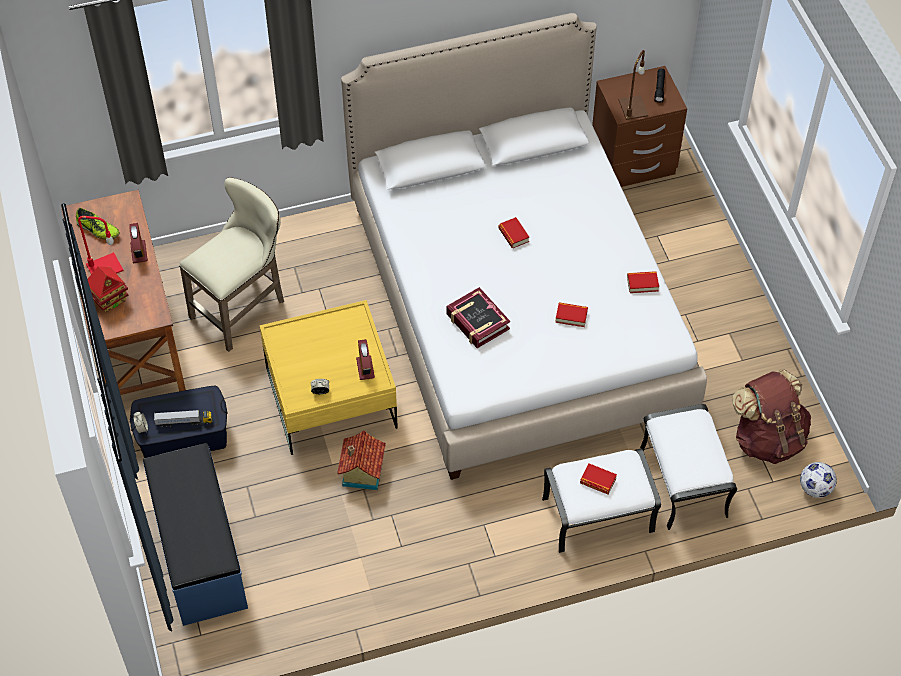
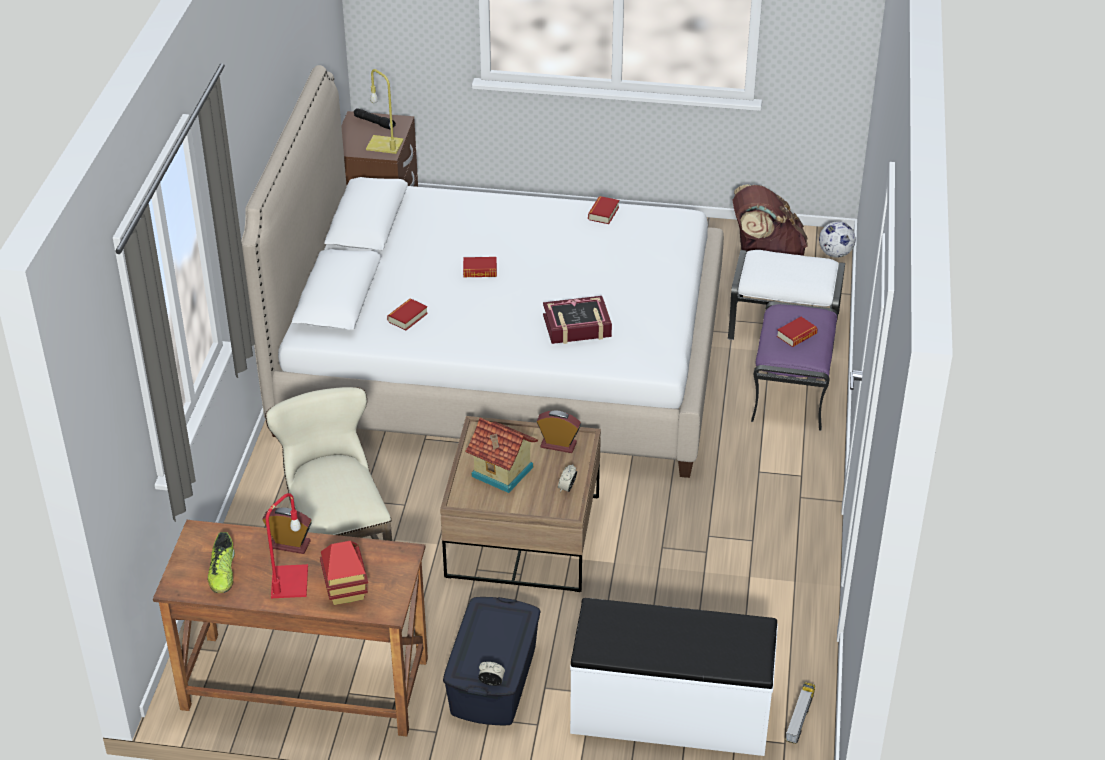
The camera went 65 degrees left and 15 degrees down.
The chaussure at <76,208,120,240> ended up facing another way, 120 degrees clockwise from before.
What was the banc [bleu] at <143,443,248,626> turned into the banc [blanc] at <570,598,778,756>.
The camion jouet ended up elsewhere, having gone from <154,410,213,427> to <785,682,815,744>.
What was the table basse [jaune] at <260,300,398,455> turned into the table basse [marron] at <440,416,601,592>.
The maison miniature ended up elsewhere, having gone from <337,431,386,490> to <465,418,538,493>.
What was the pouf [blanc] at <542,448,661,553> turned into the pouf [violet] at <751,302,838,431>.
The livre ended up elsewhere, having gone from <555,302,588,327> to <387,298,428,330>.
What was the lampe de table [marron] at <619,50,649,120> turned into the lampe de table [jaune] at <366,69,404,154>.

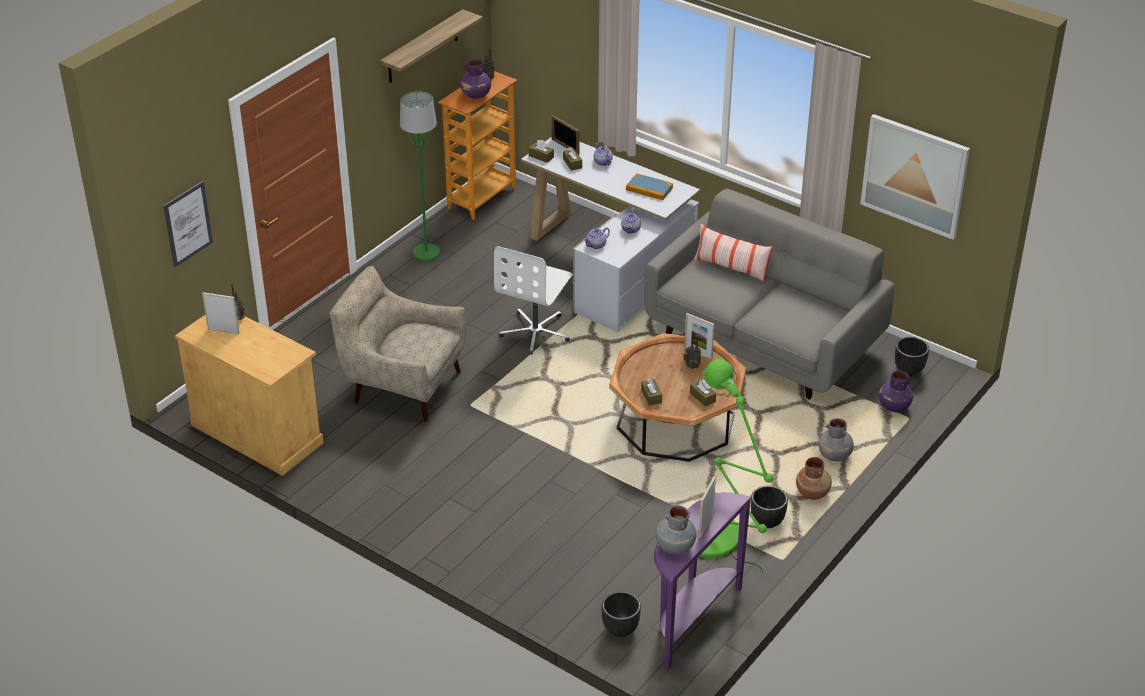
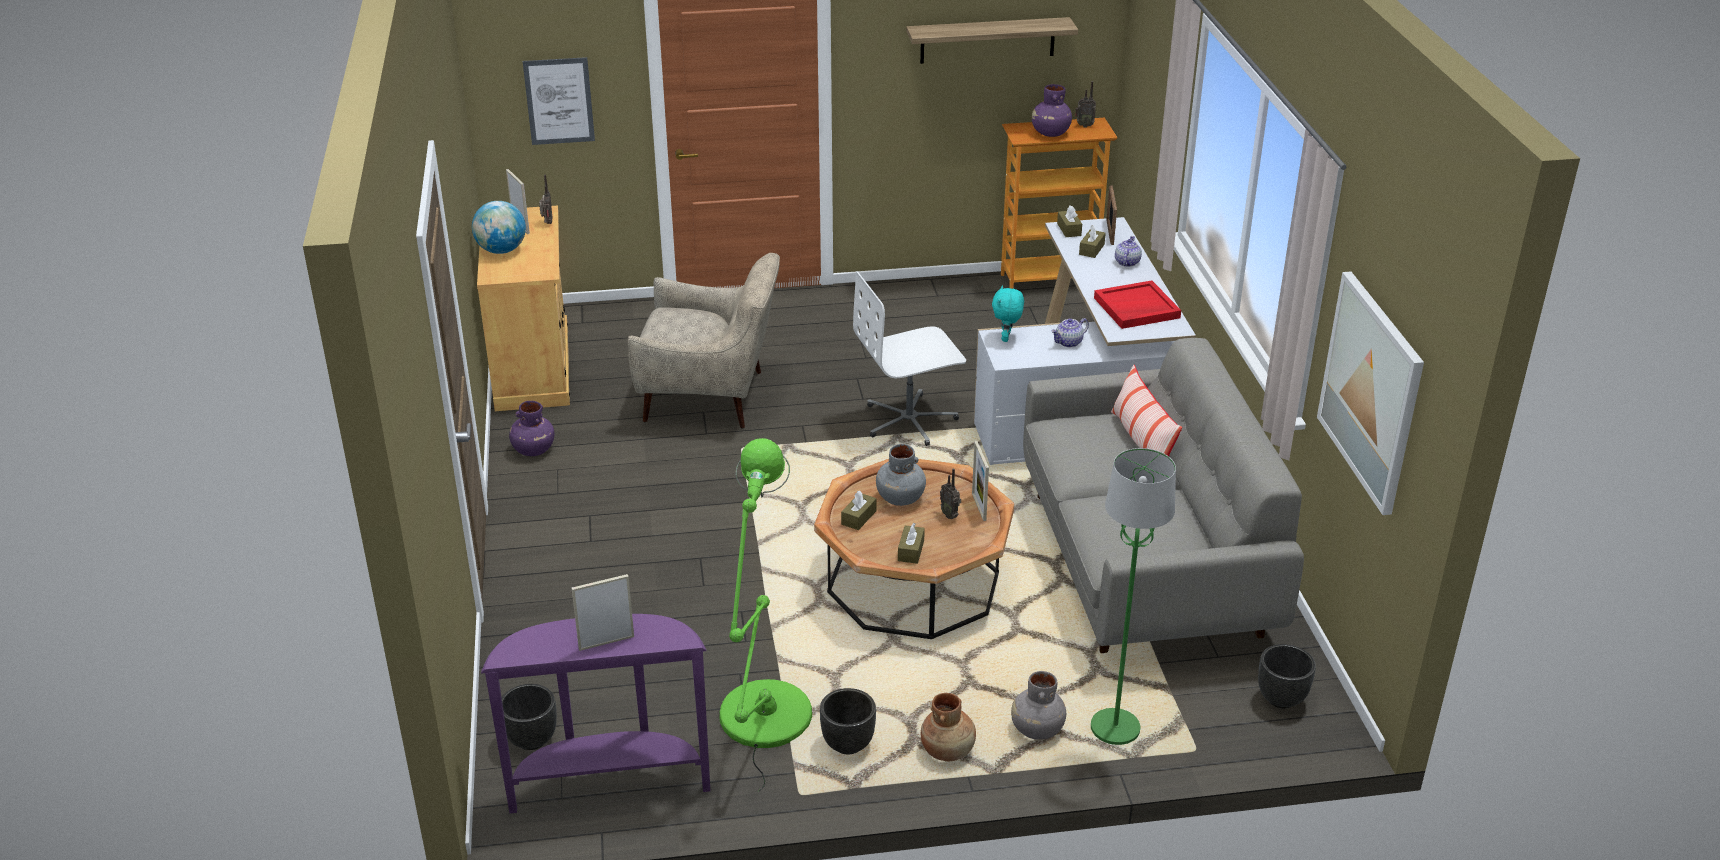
The camera went 45 degrees right and 5 degrees down.
The fauteuil [beige] at <330,266,466,422> ended up facing another way, 120 degrees clockwise from before.
The lampadaire [vert] ended up elsewhere, having gone from <400,91,440,262> to <1091,448,1176,745>.
Where the théière stood at <583,227,610,249>, the peluche [turquoise] came to stand at <992,285,1024,342>.
Where the livre stood at <626,173,673,200>, the plateau [rouge] came to stand at <1094,280,1181,329>.
The vase [gris] ended up elsewhere, having gone from <656,505,697,554> to <876,444,926,506>.
The vase [violet] ended up elsewhere, having gone from <879,371,913,412> to <509,401,554,456>.
The second view gained the globe at <472,201,526,254>.

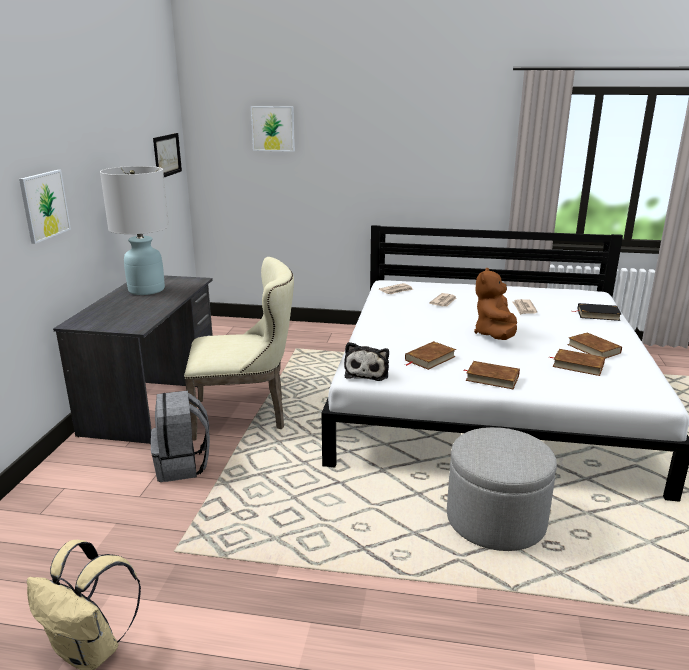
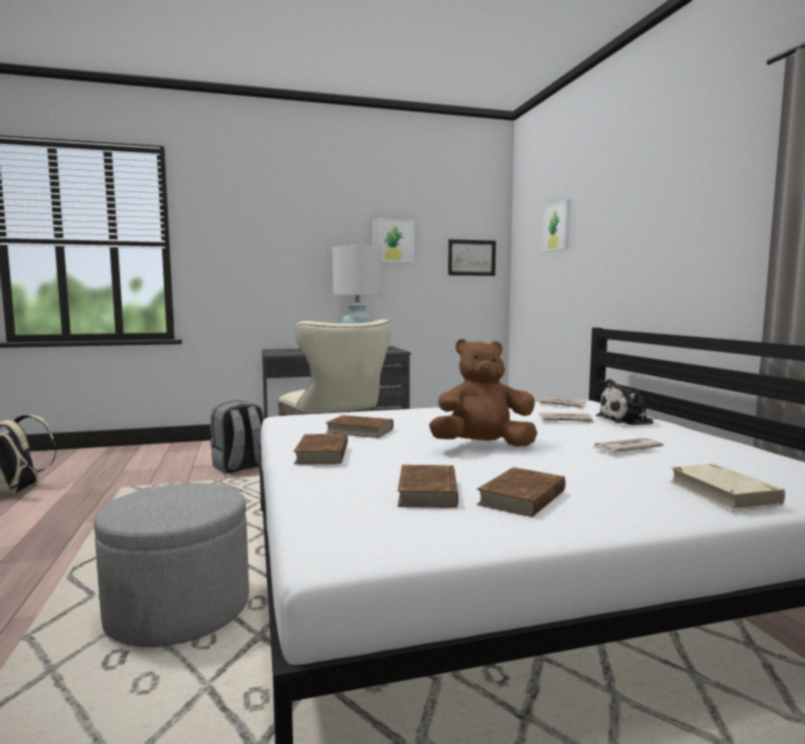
The camera went 65 degrees right and 15 degrees down.
The tableau ended up elsewhere, having gone from <19,170,71,244> to <373,218,414,262>.
The peluche ended up elsewhere, having gone from <344,342,389,381> to <596,379,656,425>.
What was the livre [noir] at <572,303,621,321> turned into the livre [beige] at <670,464,785,511>.

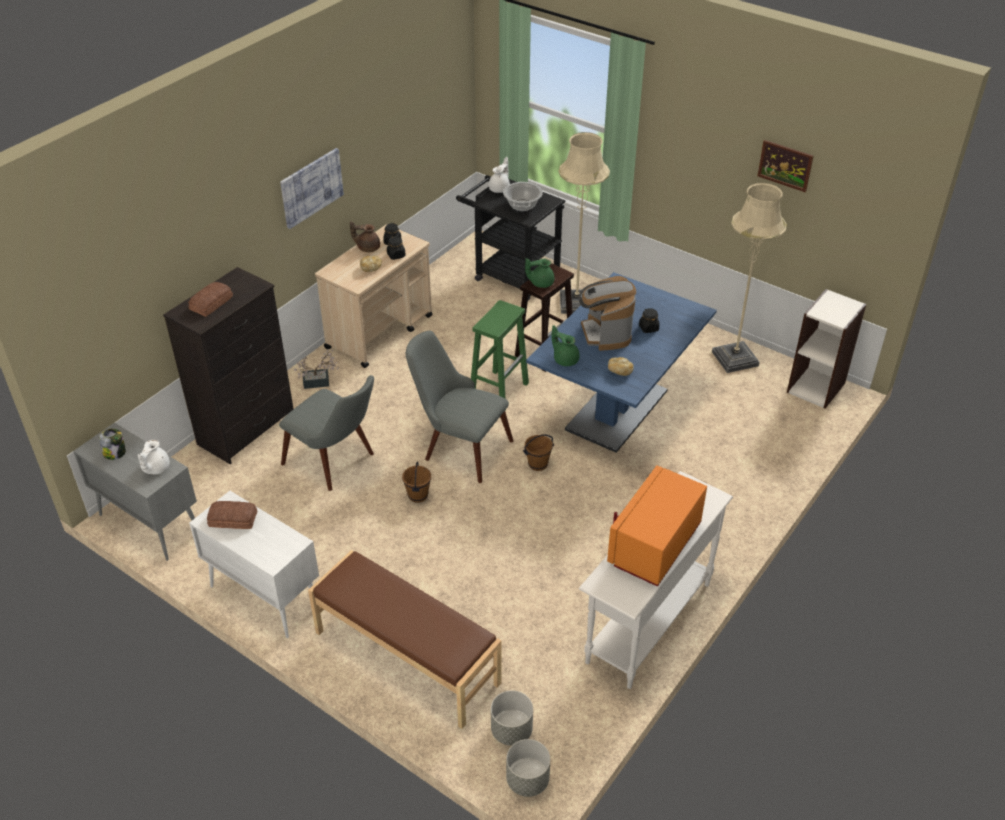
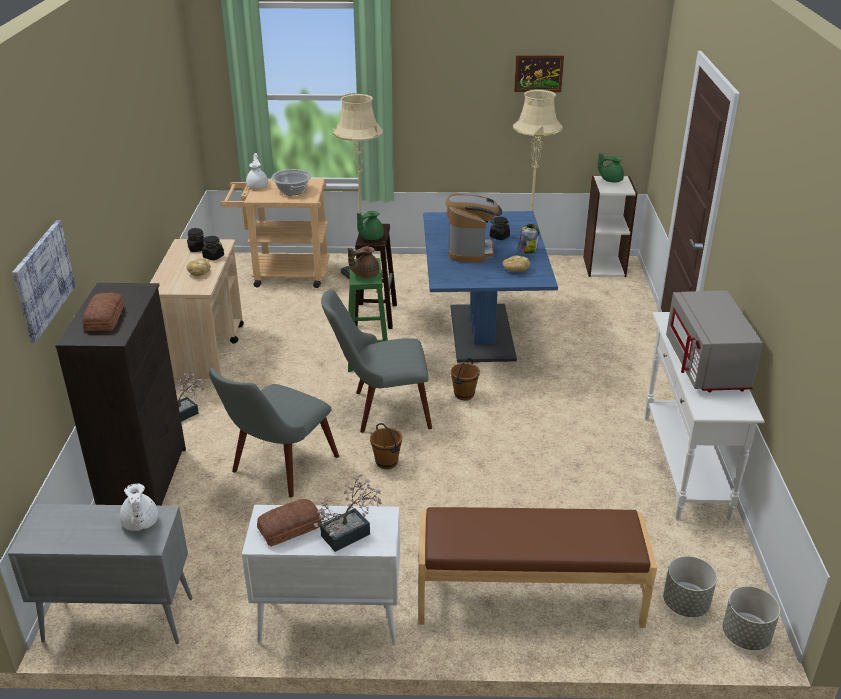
The camera went 35 degrees left and 10 degrees down.
The bocal ended up elsewhere, having gone from <99,429,126,460> to <519,224,539,254>.
The chaise [gris] at <279,375,374,491> ended up facing another way, 120 degrees clockwise from before.
The tableau ended up elsewhere, having gone from <280,148,344,229> to <12,221,76,343>.
The théière [marron] ended up elsewhere, having gone from <350,221,380,252> to <348,246,379,278>.
What was the chariot [noir] at <456,175,565,300> turned into the chariot [beige] at <220,179,330,288>.
The théière [vert] ended up elsewhere, having gone from <552,325,580,366> to <598,152,624,183>.
The machine à café at <578,276,636,351> ended up facing another way, 135 degrees counterclockwise from before.
What was the micro-ondes [orange] at <607,465,707,587> turned into the micro-ondes [gris] at <666,291,763,392>.
The second view gained the plante en pot at <314,474,382,552>.

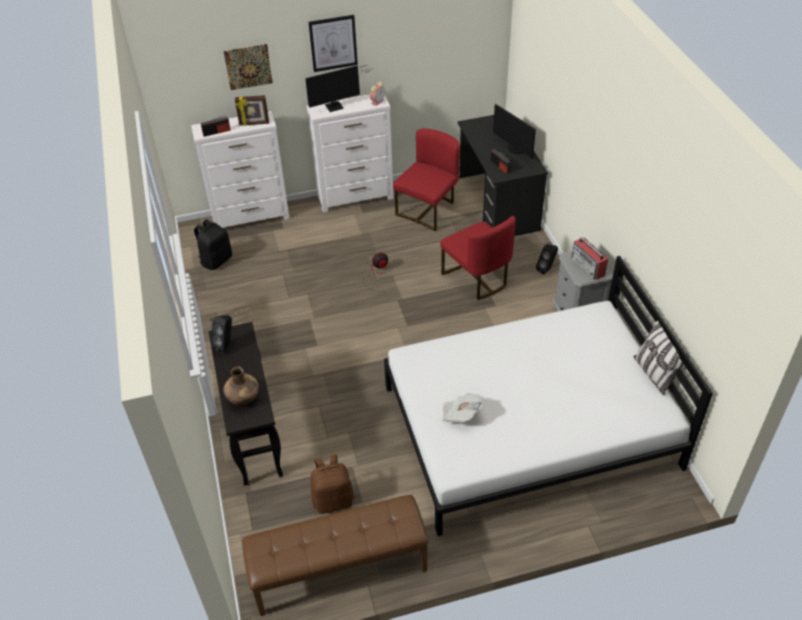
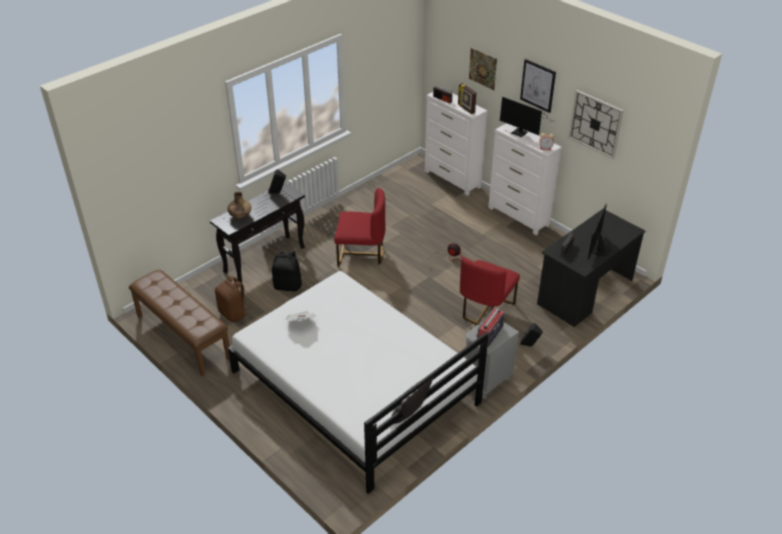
The camera went 60 degrees right and 5 degrees down.
The sac à dos [noir] ended up elsewhere, having gone from <194,219,232,270> to <272,250,302,291>.
The chaise [rouge] ended up elsewhere, having gone from <393,128,460,231> to <334,188,385,267>.
The second view gained the horloge murale at <569,90,624,159>.

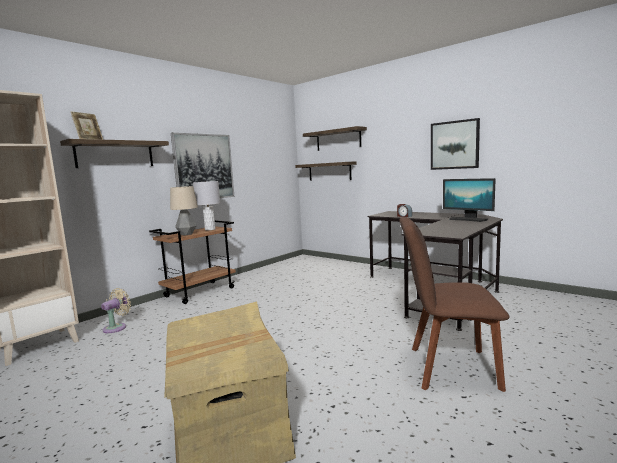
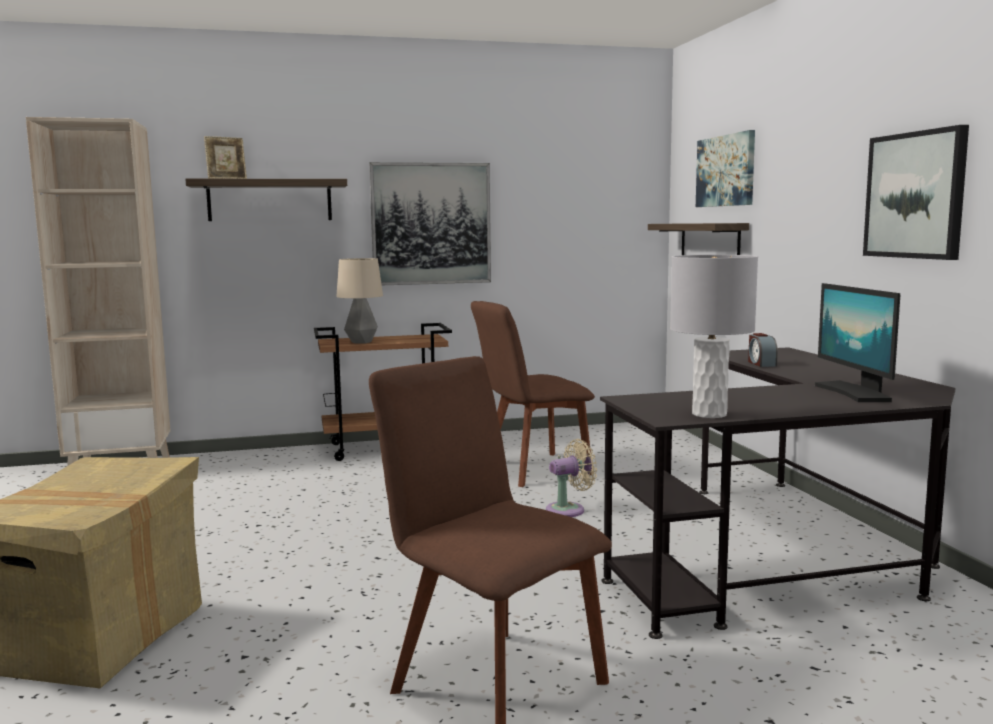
The camera went 35 degrees right and 0 degrees up.
The ventilateur [beige] ended up elsewhere, having gone from <101,288,131,333> to <546,439,597,517>.
The lampe de table [gris] ended up elsewhere, having gone from <193,181,220,230> to <670,255,758,418>.
Where the étagère hung at <303,126,367,151>, the tableau came to hang at <696,130,755,207>.
The second view gained the chaise [marron] at <471,301,595,487>.

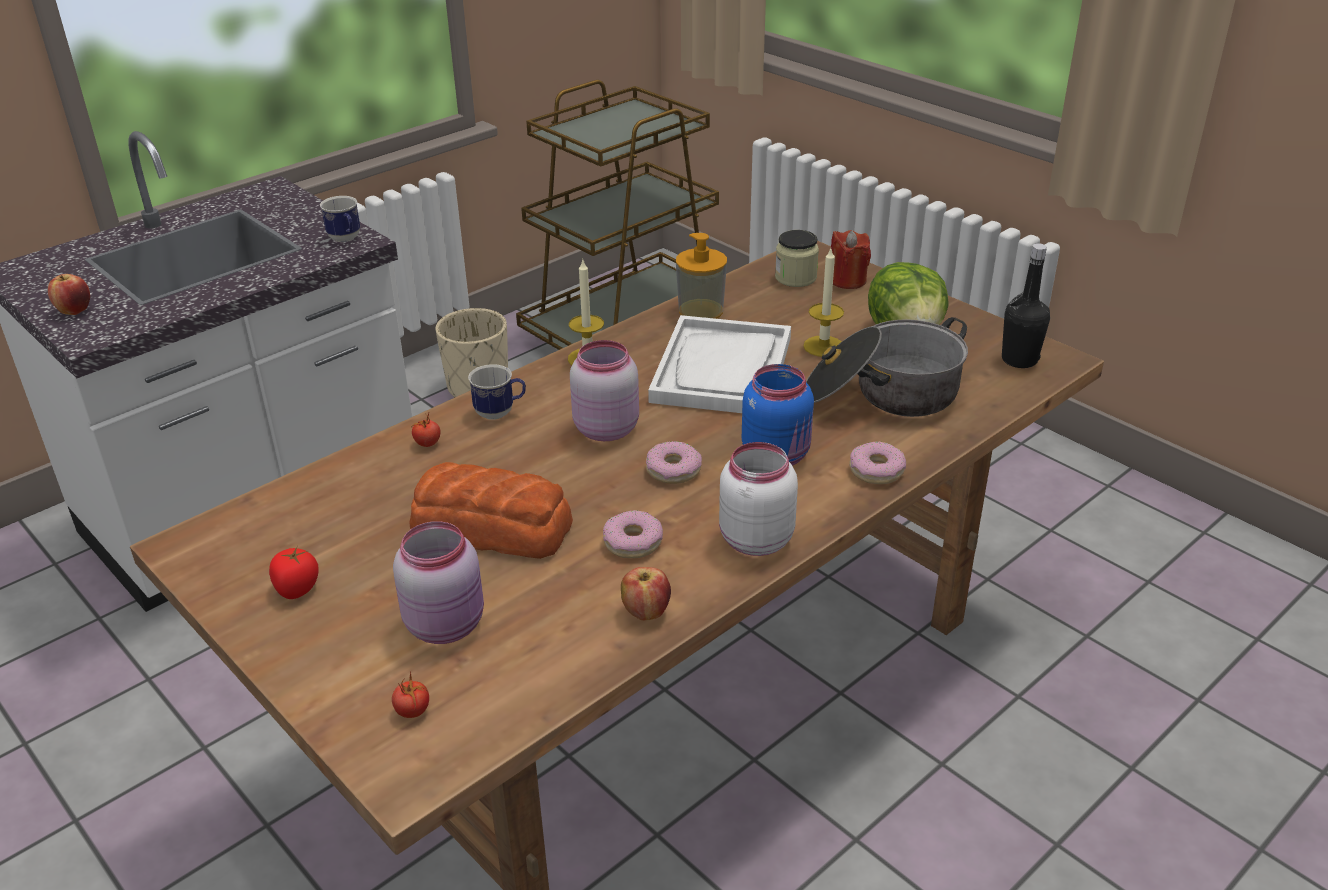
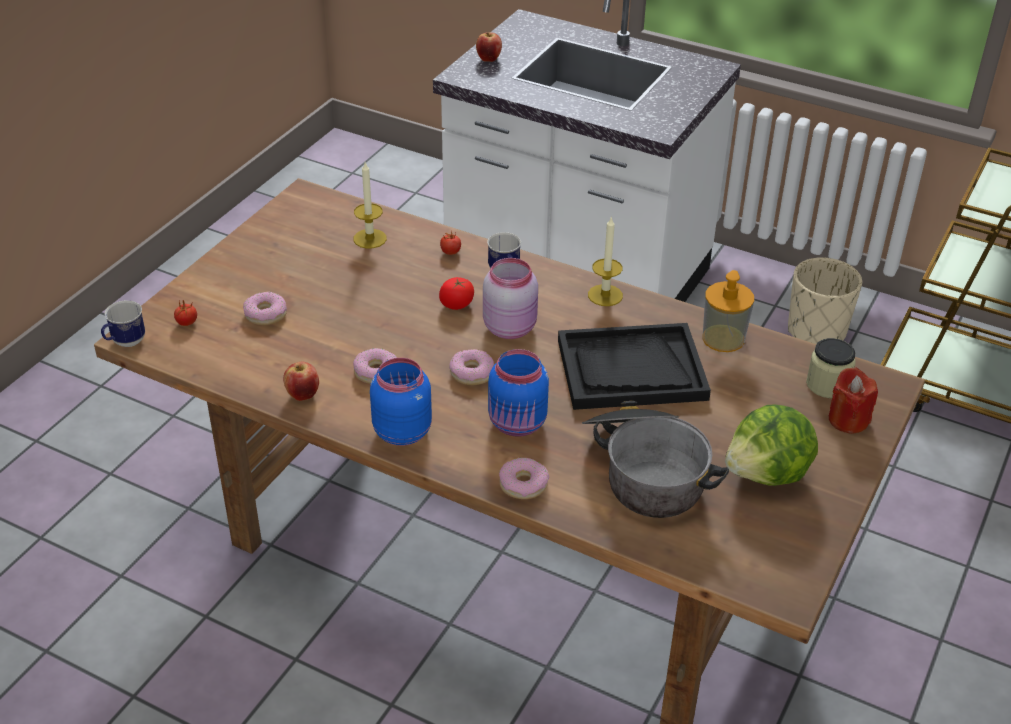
The camera went 70 degrees right and 5 degrees up.
The tomate ended up elsewhere, having gone from <269,546,319,599> to <439,277,474,310>.
The mug ended up elsewhere, having gone from <320,196,360,242> to <101,300,145,347>.
Where the bocal [rose] stood at <393,521,484,644>, the beignet came to stand at <243,292,287,325>.
The second view lost the pain at <409,462,573,559>.
What was the plateau [blanc] at <648,315,791,413> turned into the plateau [noir] at <558,323,711,410>.
What was the bocal [blanc] at <719,442,798,556> turned into the bocal [bleu] at <370,358,432,446>.
The bougie ended up elsewhere, having gone from <803,249,844,357> to <353,162,387,249>.
The second view lost the bouteille [noir] at <1002,243,1050,368>.

